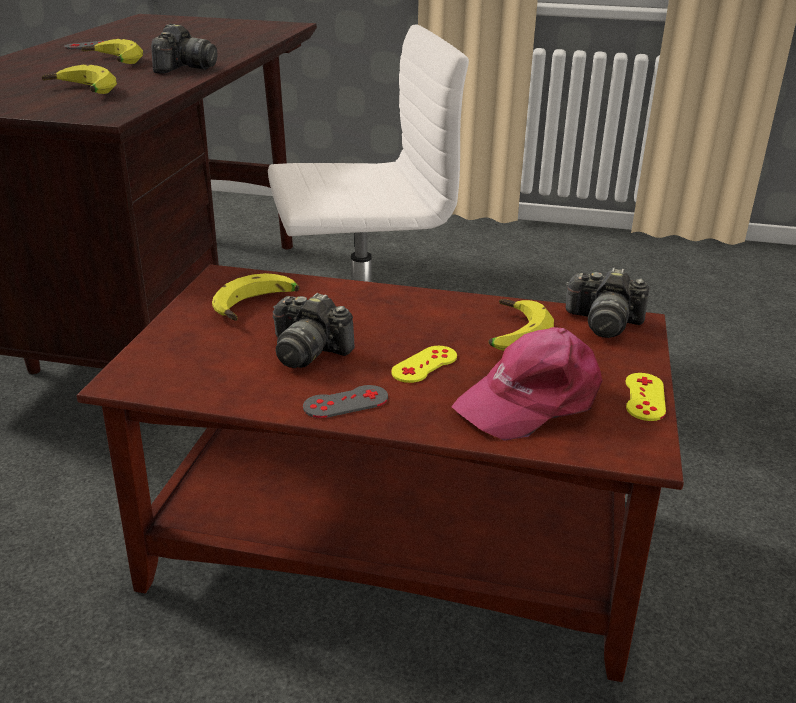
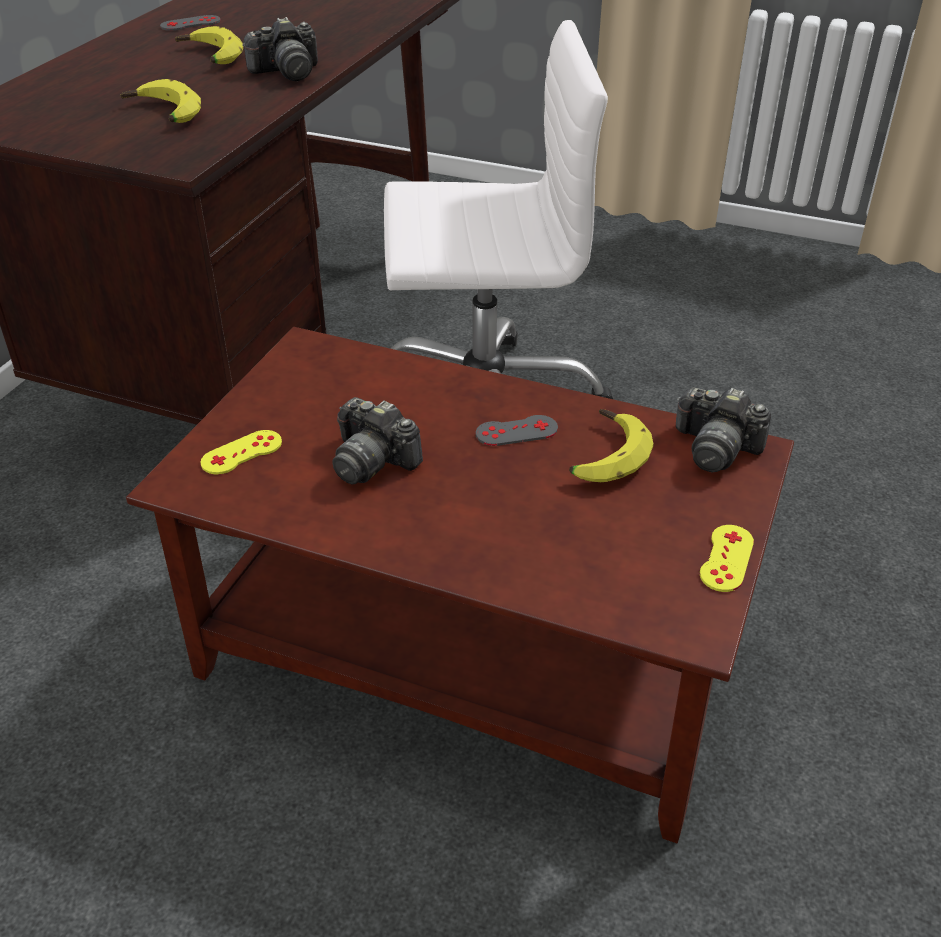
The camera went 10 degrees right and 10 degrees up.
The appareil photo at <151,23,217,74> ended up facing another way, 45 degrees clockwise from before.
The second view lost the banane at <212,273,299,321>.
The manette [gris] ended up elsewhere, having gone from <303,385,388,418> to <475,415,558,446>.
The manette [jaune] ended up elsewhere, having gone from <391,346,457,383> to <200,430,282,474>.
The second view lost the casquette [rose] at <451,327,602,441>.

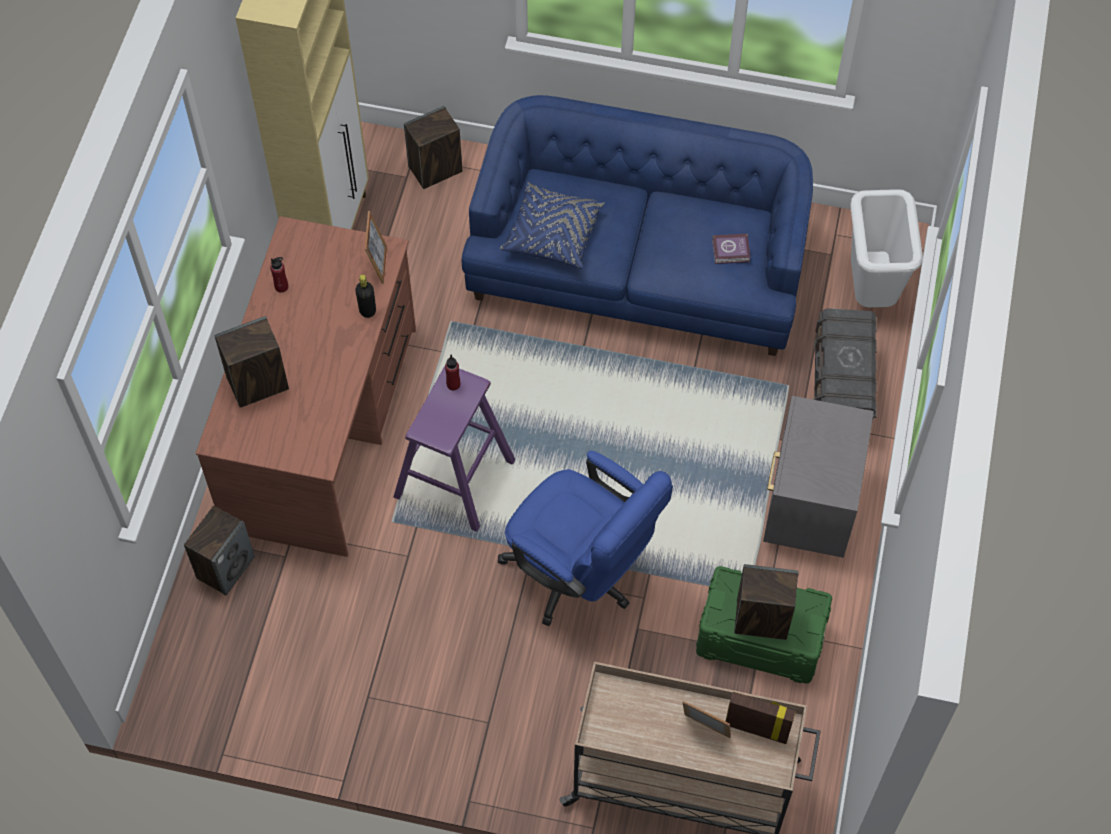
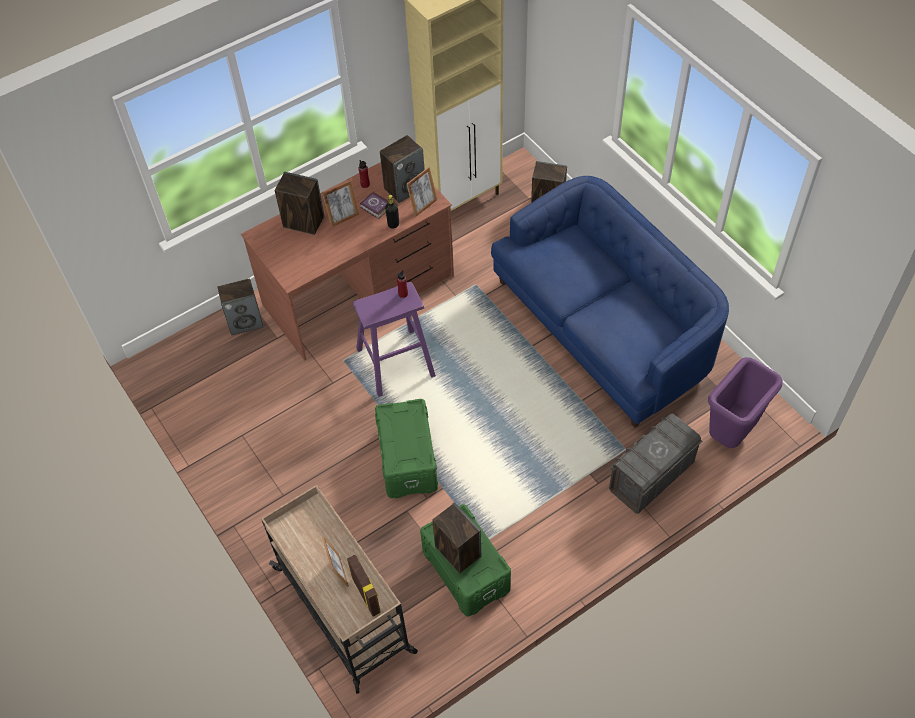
The camera went 45 degrees right and 5 degrees down.
Where the chaise de bureau [bleu] stood at <498,451,673,626>, the boîte de rangement [vert] came to stand at <375,399,438,498>.
The second view lost the coussin [bleu] at <500,182,605,269>.
The livre ended up elsewhere, having gone from <712,234,751,264> to <360,192,389,219>.
The second view lost the table de chevet [gris] at <763,396,874,558>.
What was the poubelle [blanc] at <850,189,923,307> turned into the poubelle [violet] at <708,357,783,448>.
The second view gained the cadre photo at <322,181,359,227>.
The second view gained the enceinte at <380,135,425,203>.

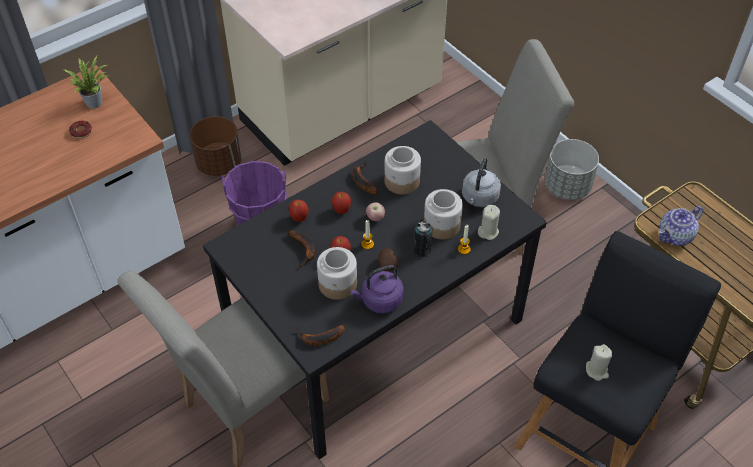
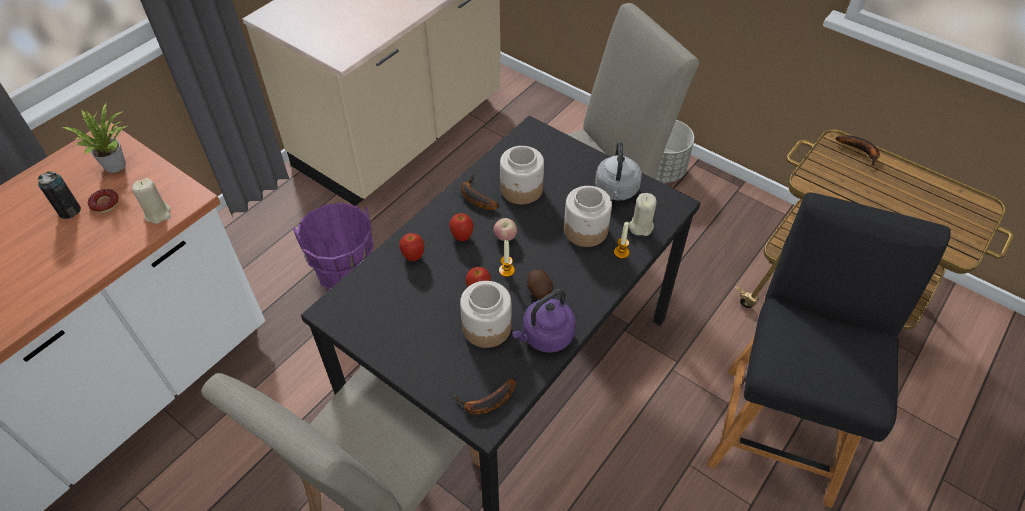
The camera went 15 degrees left and 0 degrees up.
The second view lost the cache-pot [marron] at <190,116,242,176>.
The banane ended up elsewhere, having gone from <287,231,315,266> to <836,135,880,166>.
The boîte métallique ended up elsewhere, having gone from <414,221,432,257> to <38,171,81,219>.
The bougie [beige] ended up elsewhere, having gone from <586,344,612,381> to <132,178,171,224>.
The second view lost the théière at <659,206,703,246>.

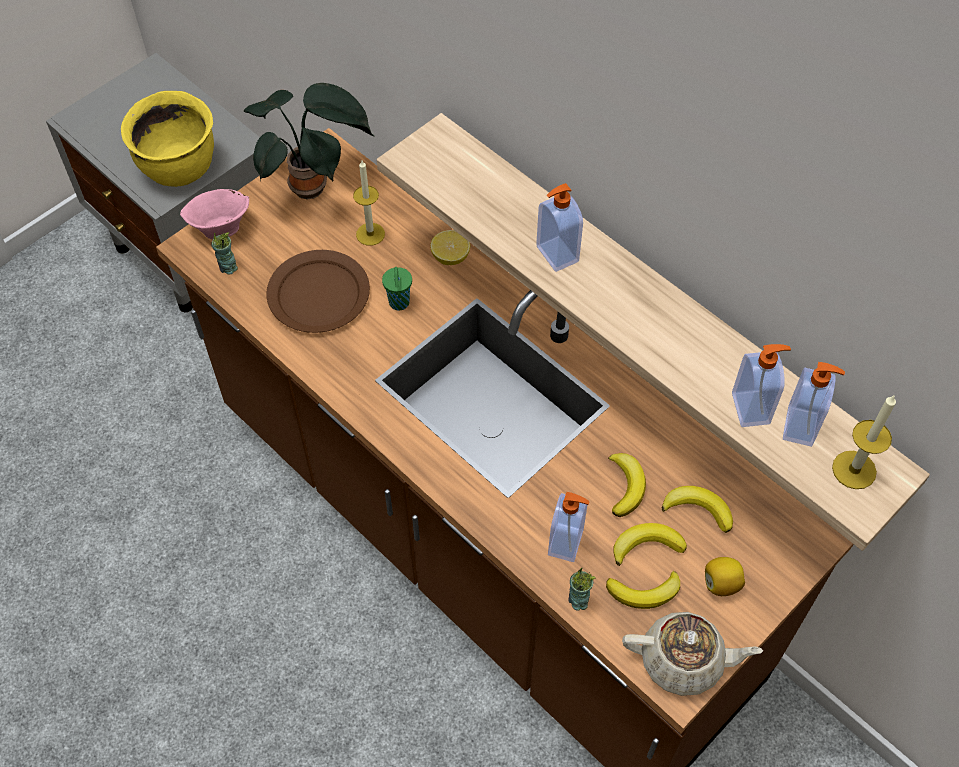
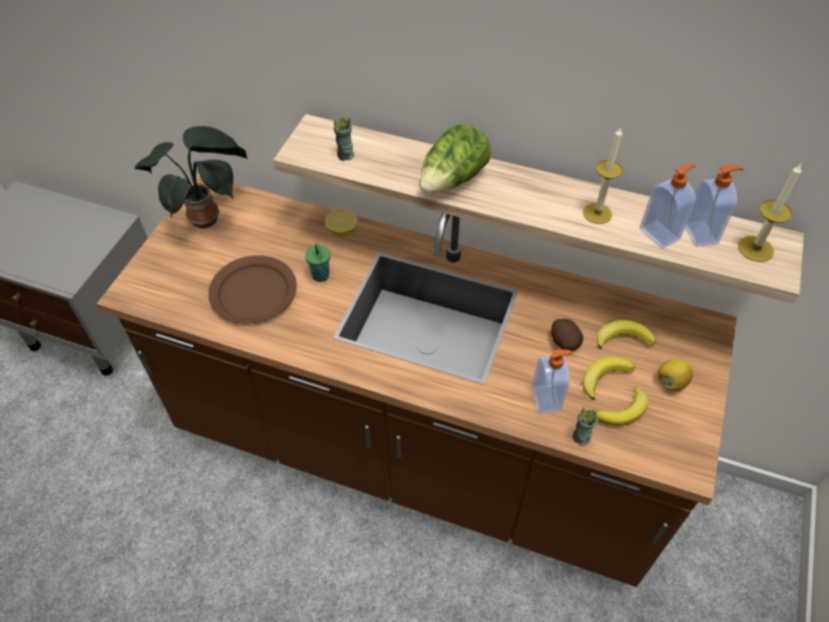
The camera went 25 degrees left and 5 degrees down.
The second view lost the marmite [jaune] at <121,91,214,187>.
The second view lost the bol [rose] at <180,189,249,240>.
The tasse ended up elsewhere, having gone from <211,232,238,275> to <334,116,354,161>.
The bougie ended up elsewhere, having gone from <353,160,385,246> to <583,127,623,224>.
Where the distributeur de savon stood at <536,183,583,272>, the laitue came to stand at <420,124,491,194>.
Where the banane stood at <608,453,646,517>, the pomme de terre came to stand at <551,319,583,351>.
The second view lost the théière [beige] at <622,612,763,696>.

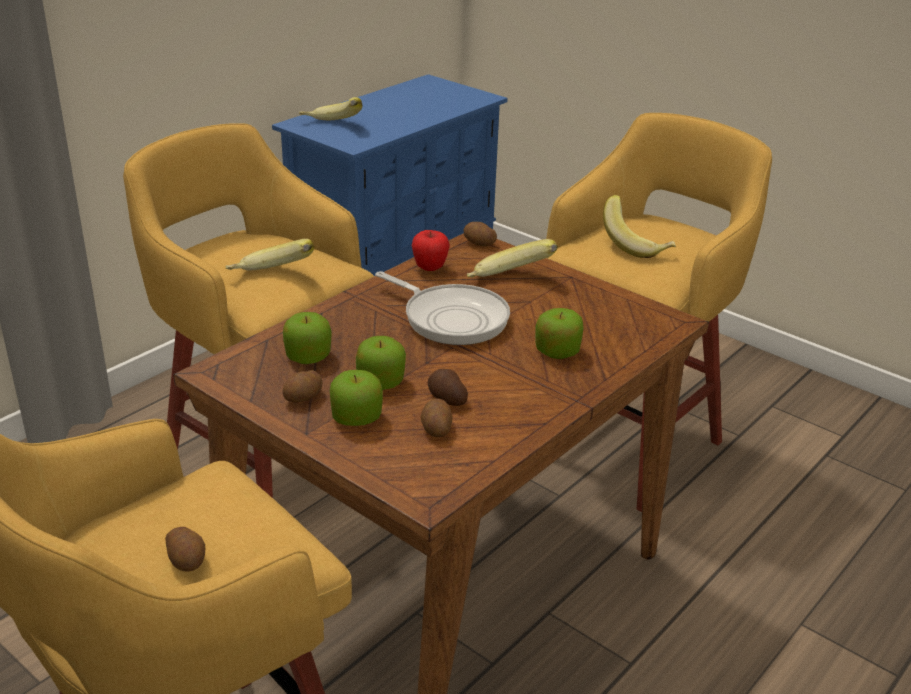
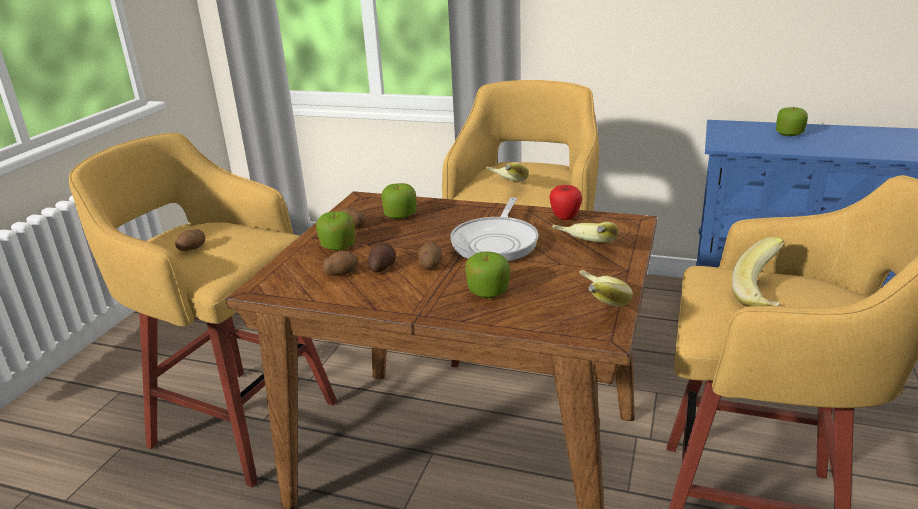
The camera went 70 degrees right and 5 degrees down.
The banane ended up elsewhere, having gone from <299,97,362,120> to <579,270,633,306>.
The pomme ended up elsewhere, having gone from <356,336,406,390> to <776,107,808,136>.
The pomme de terre ended up elsewhere, having gone from <463,222,497,246> to <418,242,442,269>.

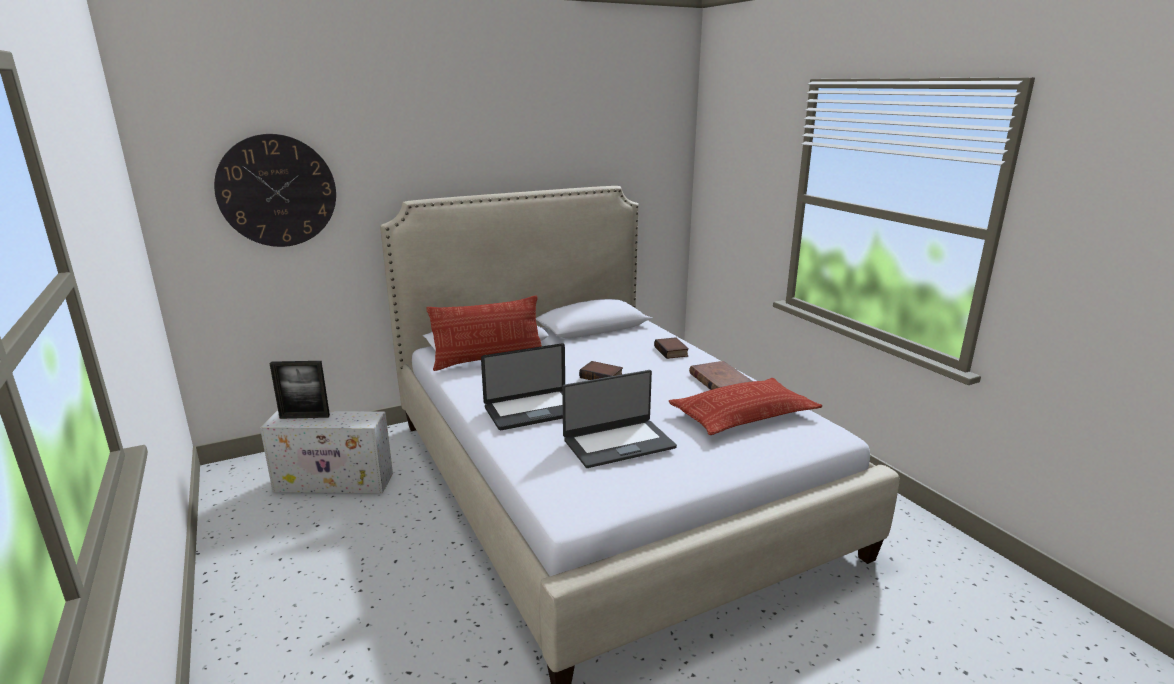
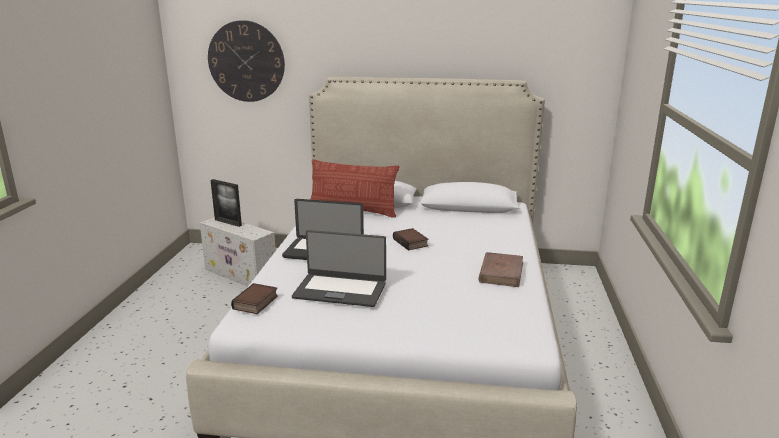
The camera went 35 degrees right and 0 degrees up.
The livre ended up elsewhere, having gone from <654,337,689,359> to <231,283,278,314>.
The second view lost the coussin at <669,378,822,435>.

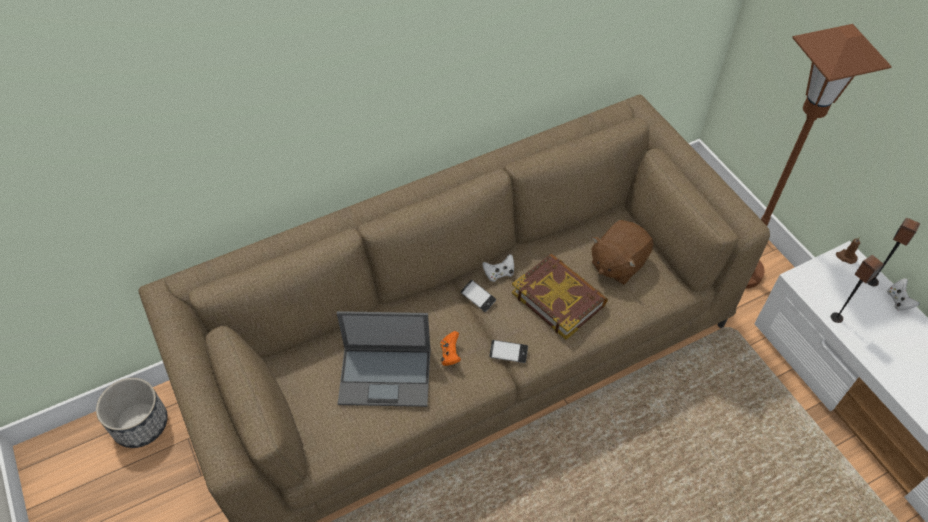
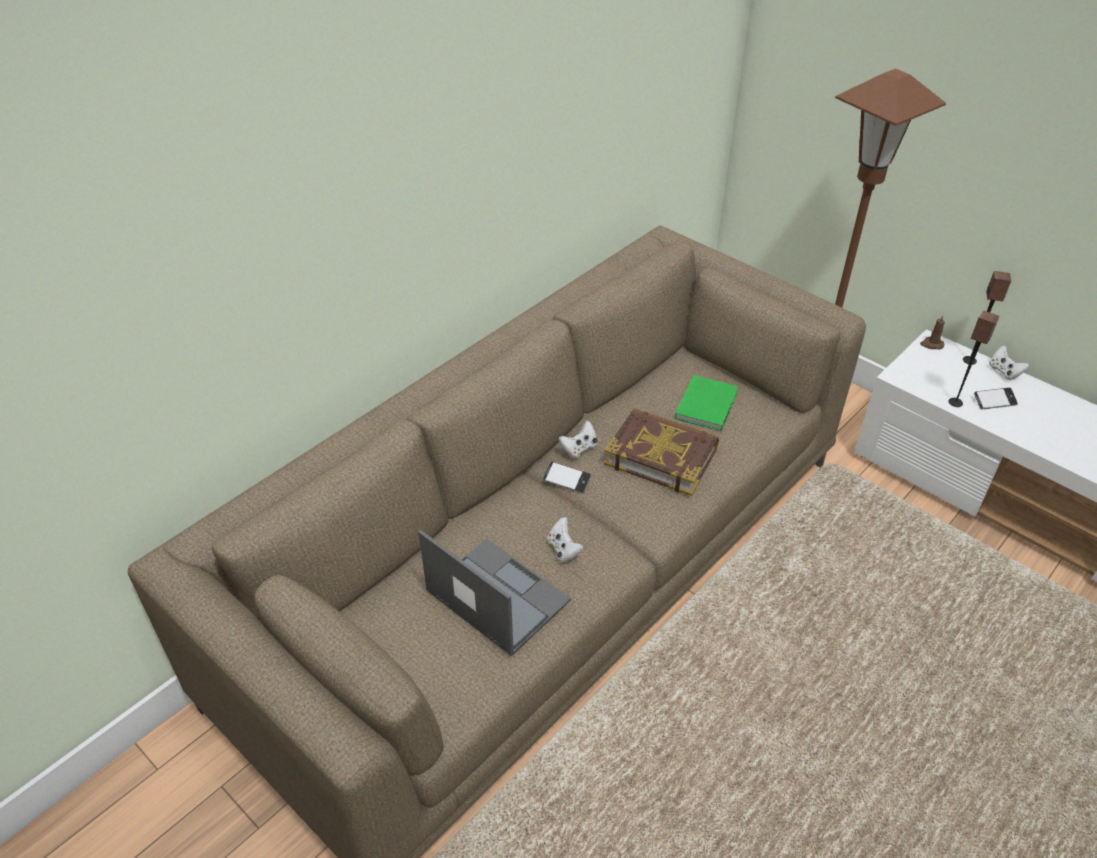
The camera went 20 degrees left and 10 degrees down.
The second view lost the cache-pot at <96,378,168,448>.
The ordinateur portable at <337,311,430,407> ended up facing another way, 120 degrees counterclockwise from before.
What was the manette [orange] at <441,331,461,366> turned into the manette [blanc] at <547,517,584,563>.
The téléphone ended up elsewhere, having gone from <489,340,528,363> to <974,388,1018,409>.
Where the peluche [marron] stood at <591,220,654,284>, the livre [vert] came to stand at <675,375,738,431>.

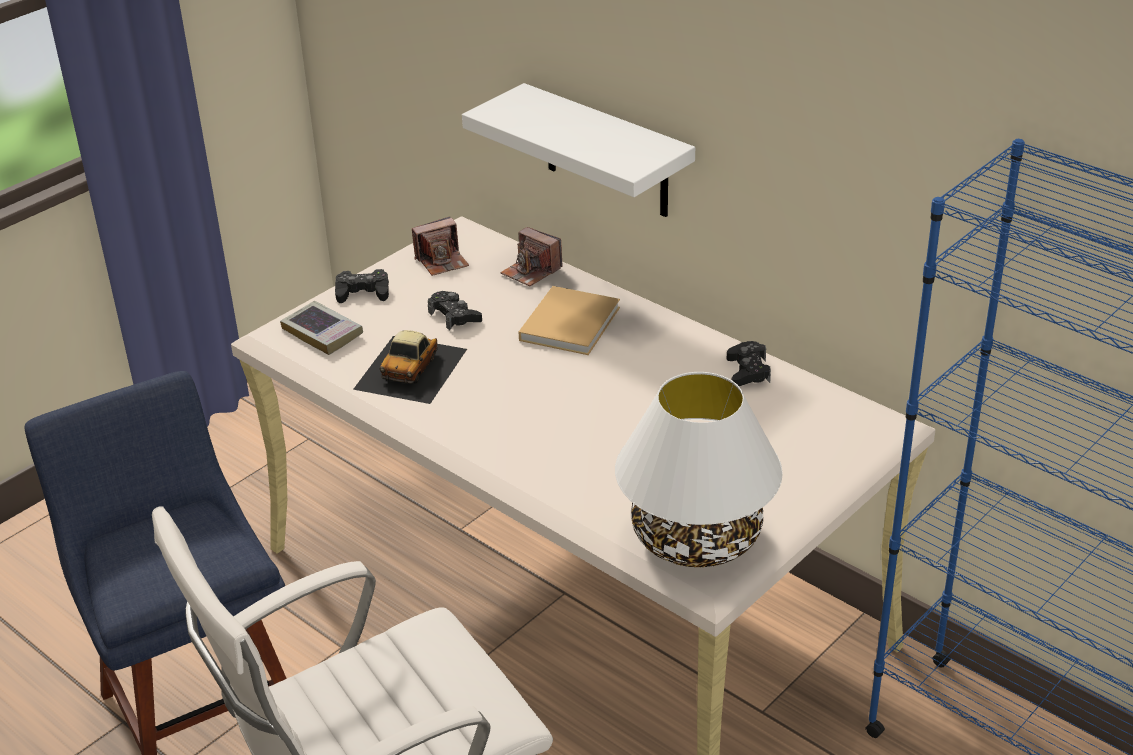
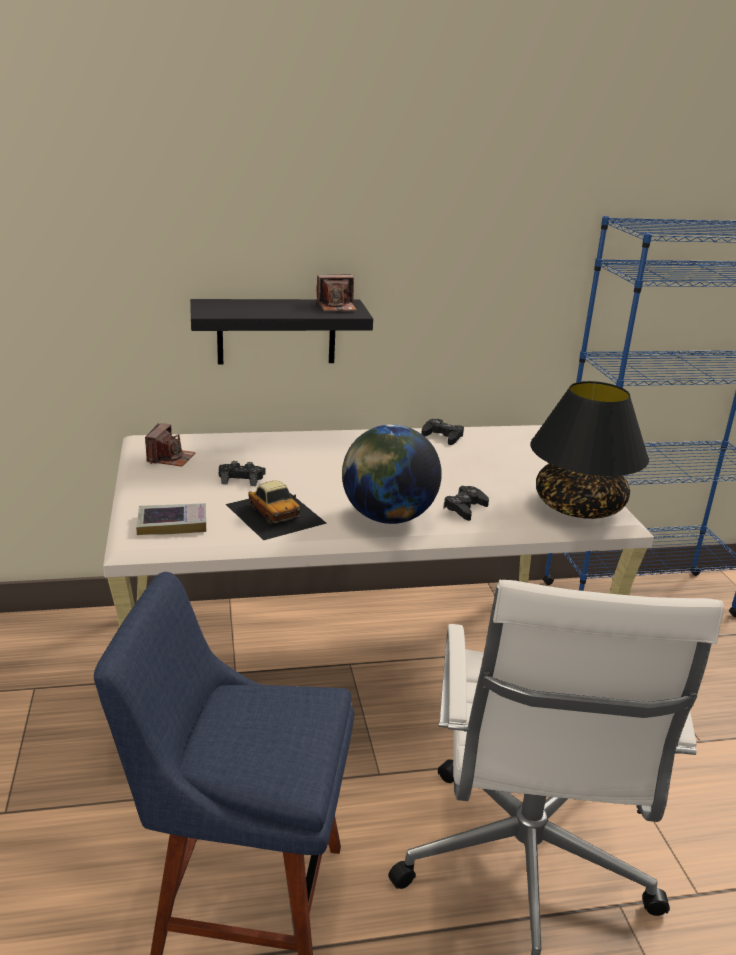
The camera went 55 degrees left and 10 degrees down.
The manette [noir] ended up elsewhere, having gone from <335,269,389,303> to <443,486,489,521>.
What was the étagère [blanc] at <462,83,695,217> turned into the étagère [noir] at <190,299,373,364>.
The appareil photo ended up elsewhere, having gone from <500,227,563,287> to <316,274,357,311>.
The second view lost the livre [beige] at <519,286,620,355>.
What was the lampe de table [blanc] at <615,372,783,567> turned into the lampe de table [noir] at <530,381,649,519>.
The second view gained the globe at <342,424,442,524>.

